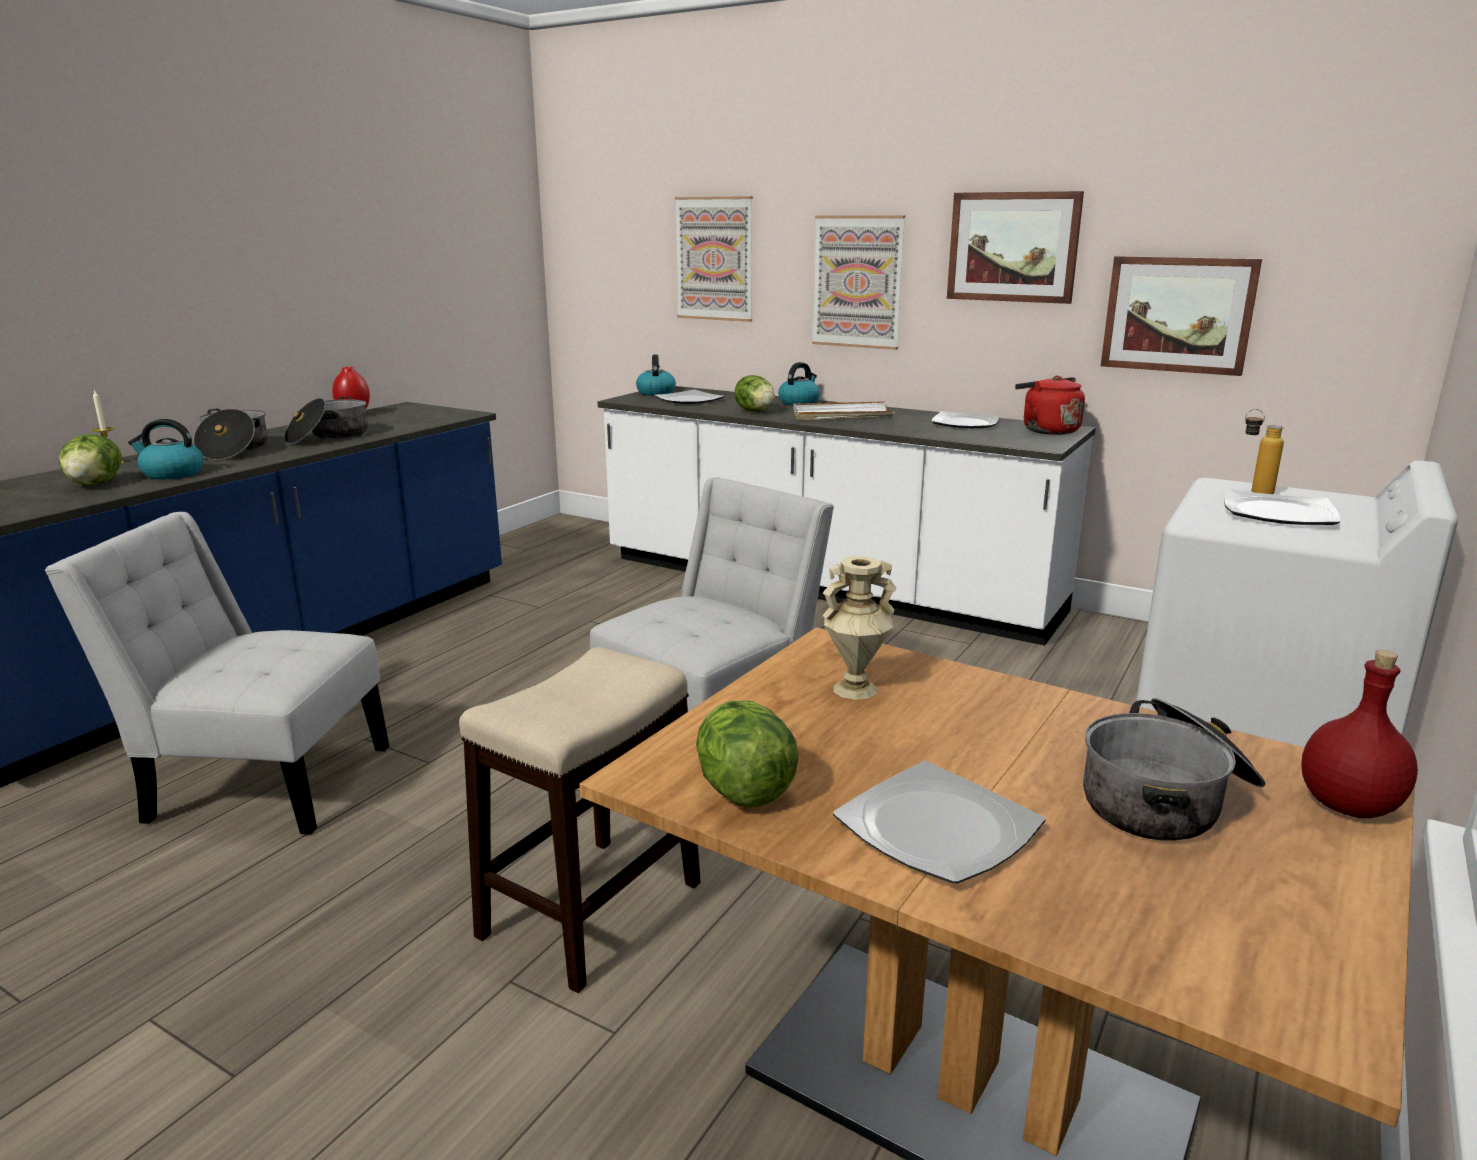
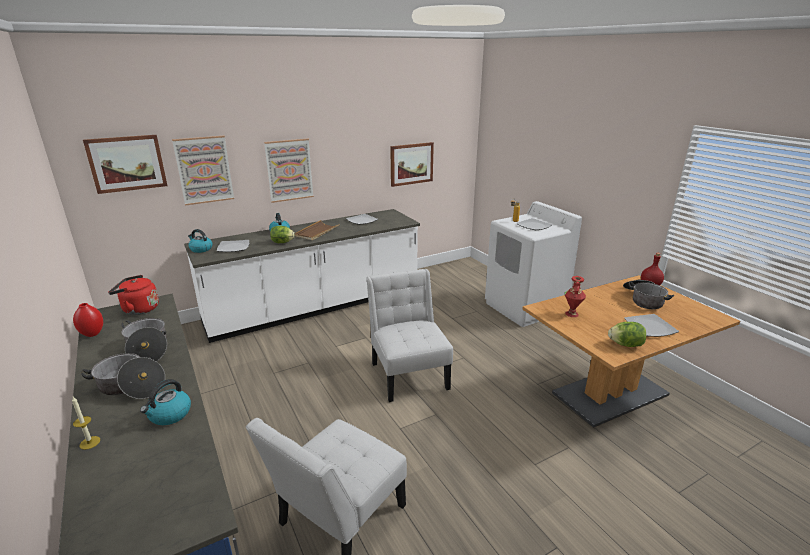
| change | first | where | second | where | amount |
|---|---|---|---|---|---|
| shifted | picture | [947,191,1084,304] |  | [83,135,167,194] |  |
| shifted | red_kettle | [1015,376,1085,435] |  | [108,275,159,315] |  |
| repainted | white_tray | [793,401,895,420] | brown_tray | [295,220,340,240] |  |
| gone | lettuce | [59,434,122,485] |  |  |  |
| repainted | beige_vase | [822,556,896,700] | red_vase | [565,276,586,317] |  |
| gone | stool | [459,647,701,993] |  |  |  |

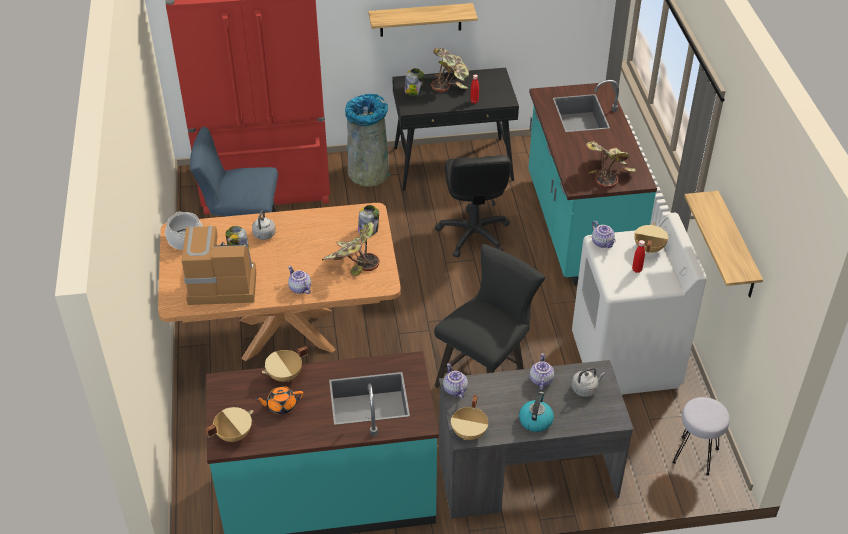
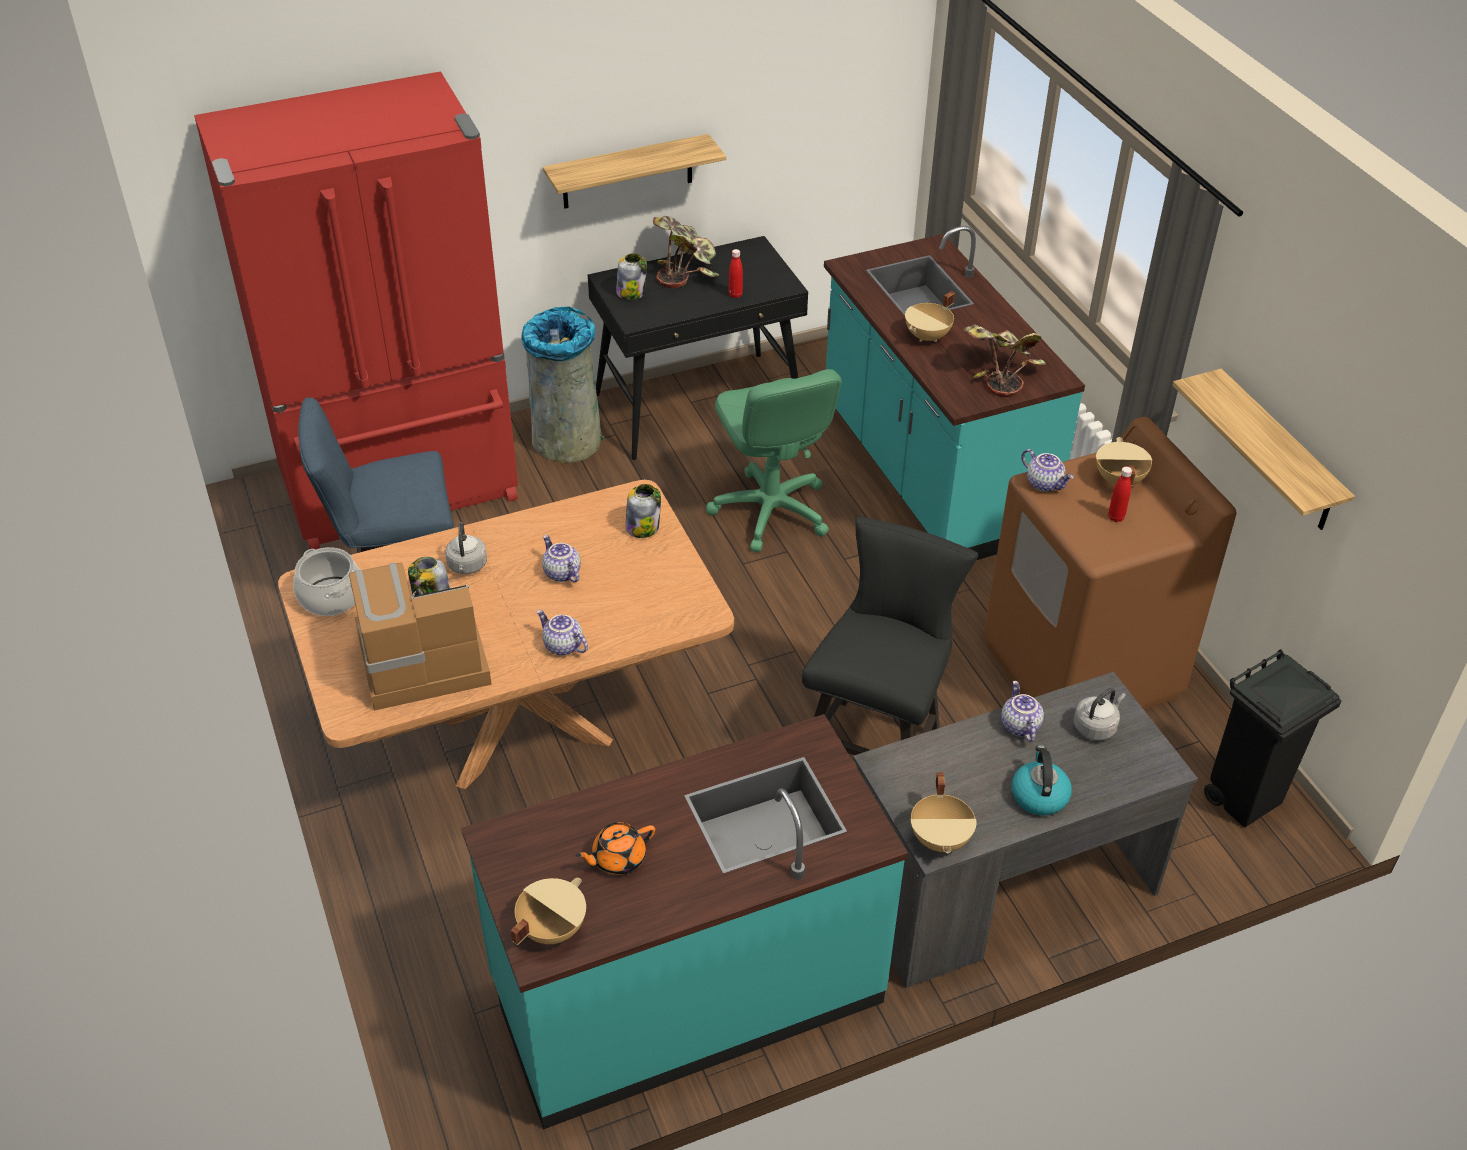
| change | first | where | second | where | amount |
|---|---|---|---|---|---|
| repainted | black_office_chair | [435,155,511,257] | green_office_chair | [706,369,842,552] |  |
| repainted | white_washing_machine | [572,213,707,395] | brown_washing_machine | [984,417,1237,709] |  |
| gone | potted_plant | [322,222,380,276] |  |  |  |
| shifted | beige_cooking_pot | [262,346,308,382] |  | [905,291,955,342] |  |
| shifted | teapot | [443,363,468,399] |  | [542,535,581,583] |  |
| swapped | grey_stool | [672,397,730,476] | black_trash_can | [1204,649,1342,827] |  |

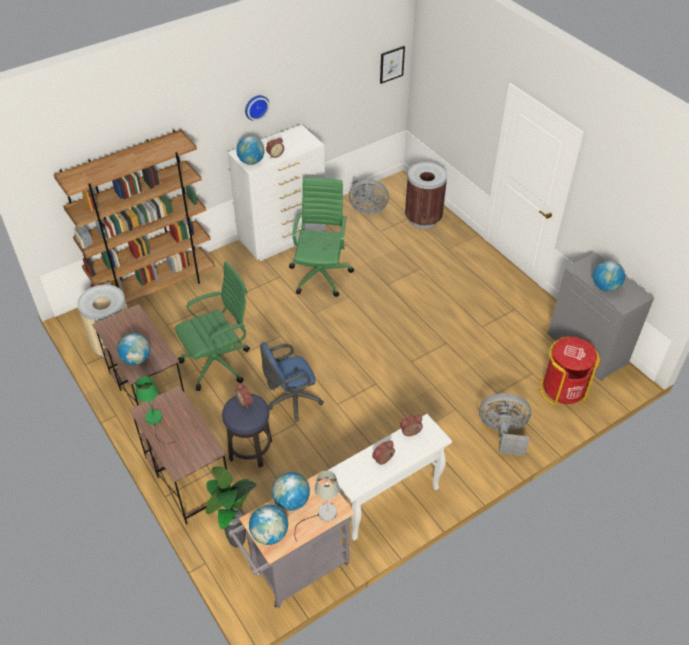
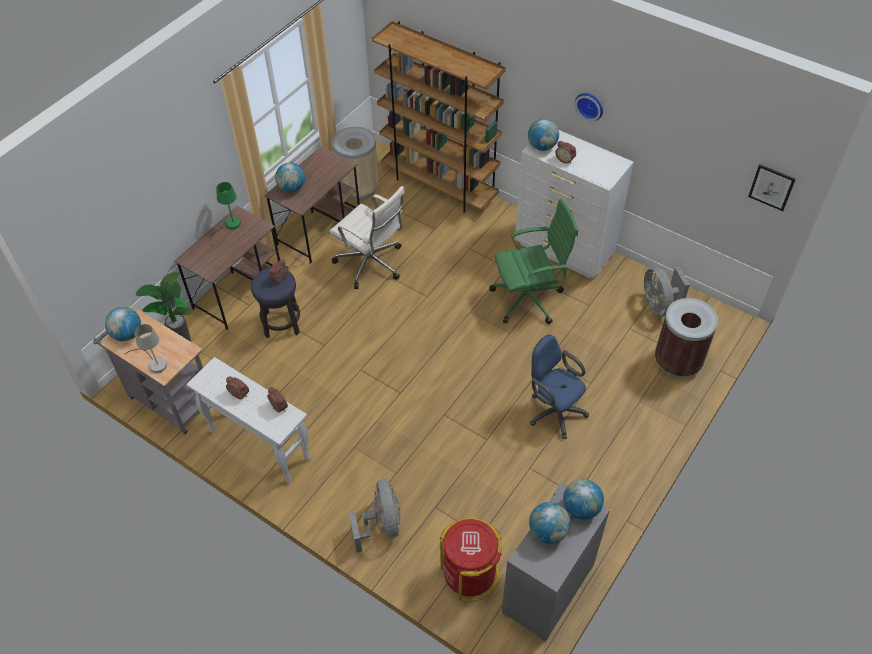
| change | first | where | second | where | amount |
|---|---|---|---|---|---|
| repainted | green_office_chair | [175,261,250,391] | white_office_chair | [330,186,405,289] |  |
| shifted | blue_office_chair | [260,342,324,422] |  | [530,335,589,439] |  |
| shifted | globe | [272,472,310,511] |  | [563,479,604,520] |  |

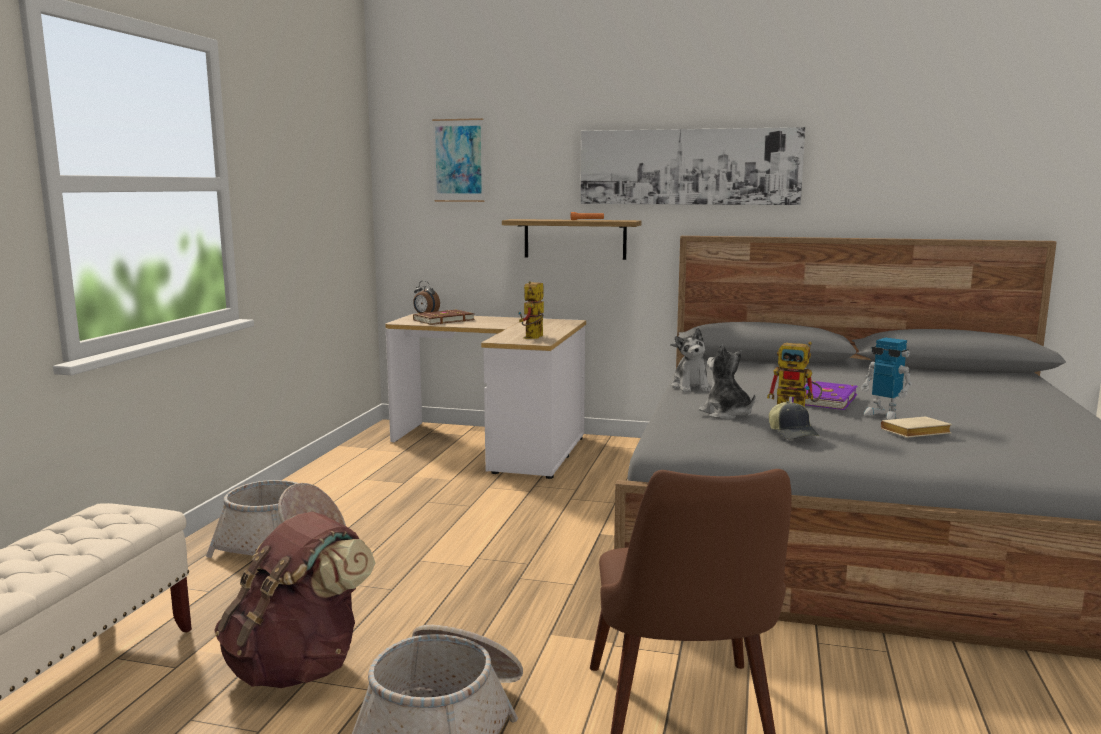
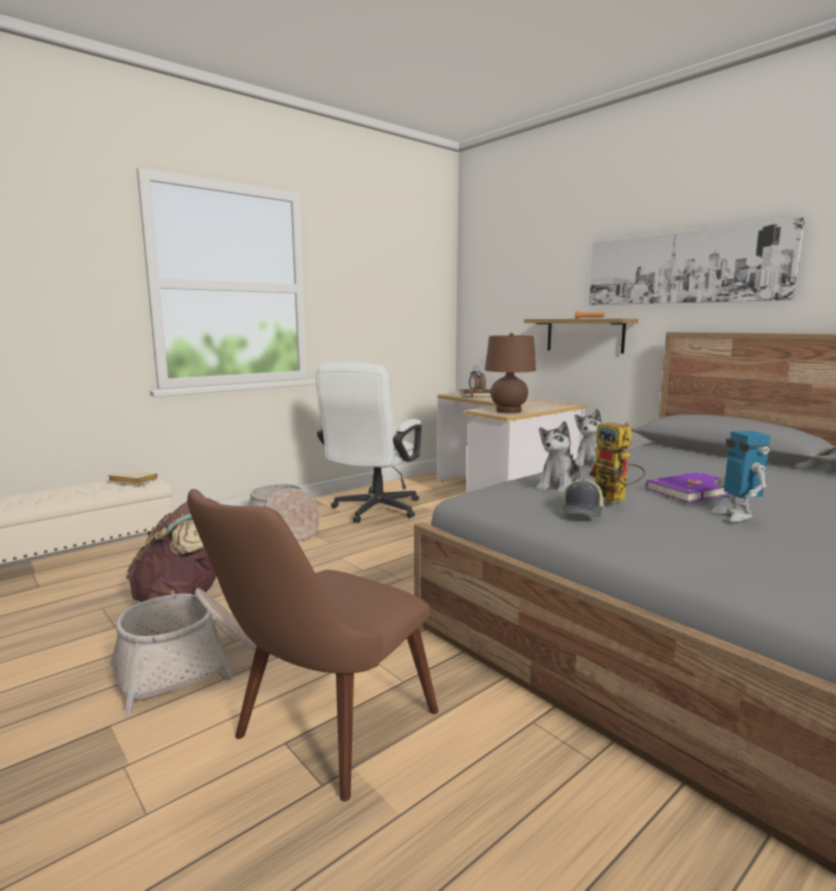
| change | first | where | second | where | amount |
|---|---|---|---|---|---|
| gone | picture | [432,118,485,202] |  |  |  |
| swapped | toy_robot | [518,281,544,339] | brown_table_lamp | [485,333,536,413] |  |
| rotated | plush_toy | [699,344,755,419] |  | [537,421,580,492] | 150 degrees counterclockwise |
| shifted | beige_book | [881,416,952,438] |  | [107,470,158,485] |  |
| new |  |  | white_office_chair | [316,362,422,523] |  |

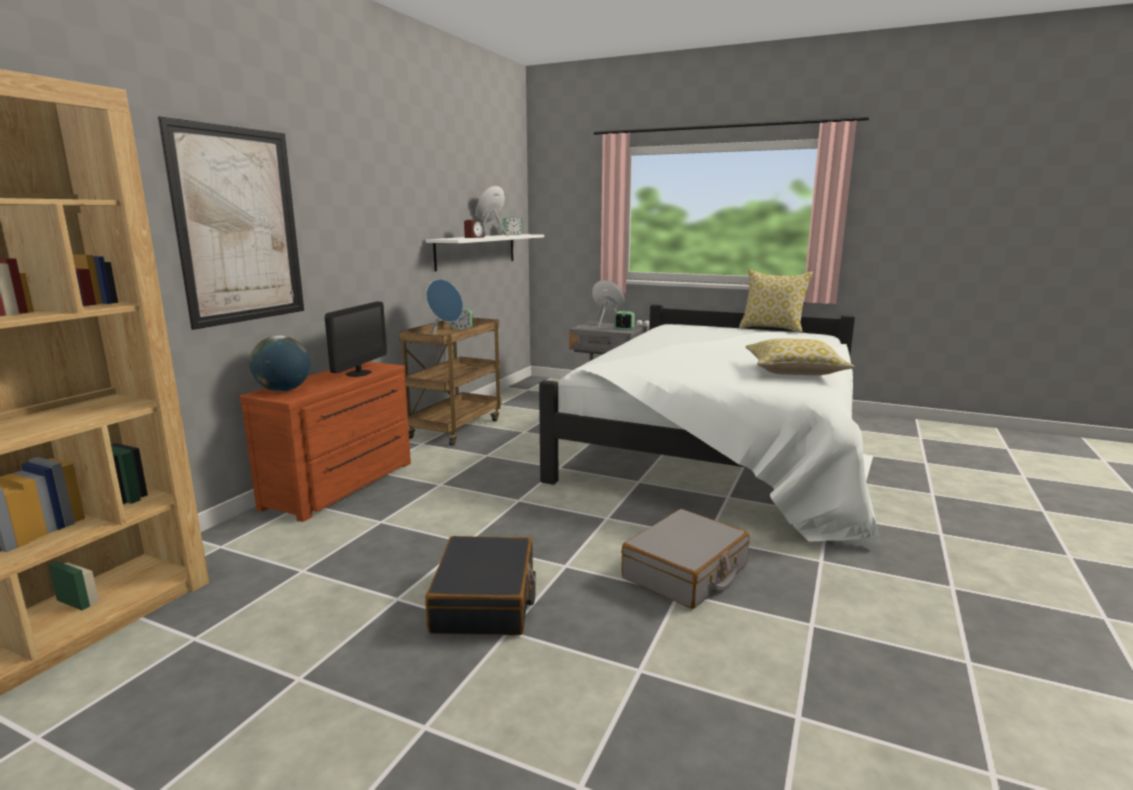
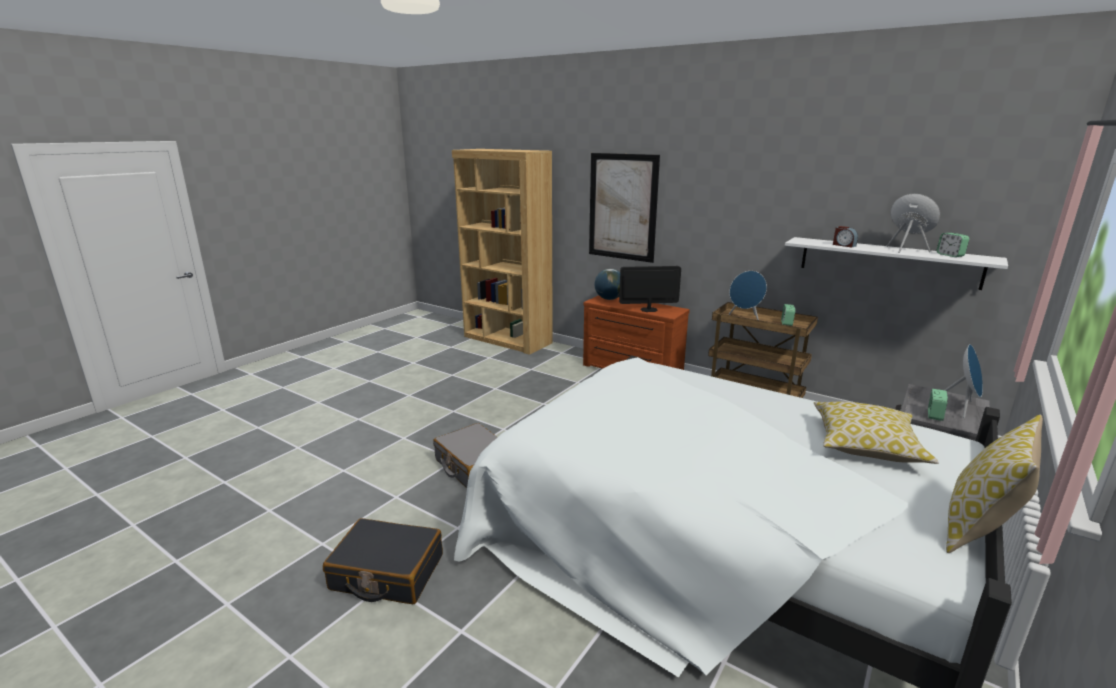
| change | first | where | second | where | amount |
|---|---|---|---|---|---|
| rotated | monitor | [325,302,387,377] |  | [619,266,681,312] | 150 degrees clockwise |
| shifted | pillow | [745,338,855,375] |  | [814,402,939,464] |  |
| shifted | black_suitcase | [425,536,536,636] |  | [323,518,443,604] |  |

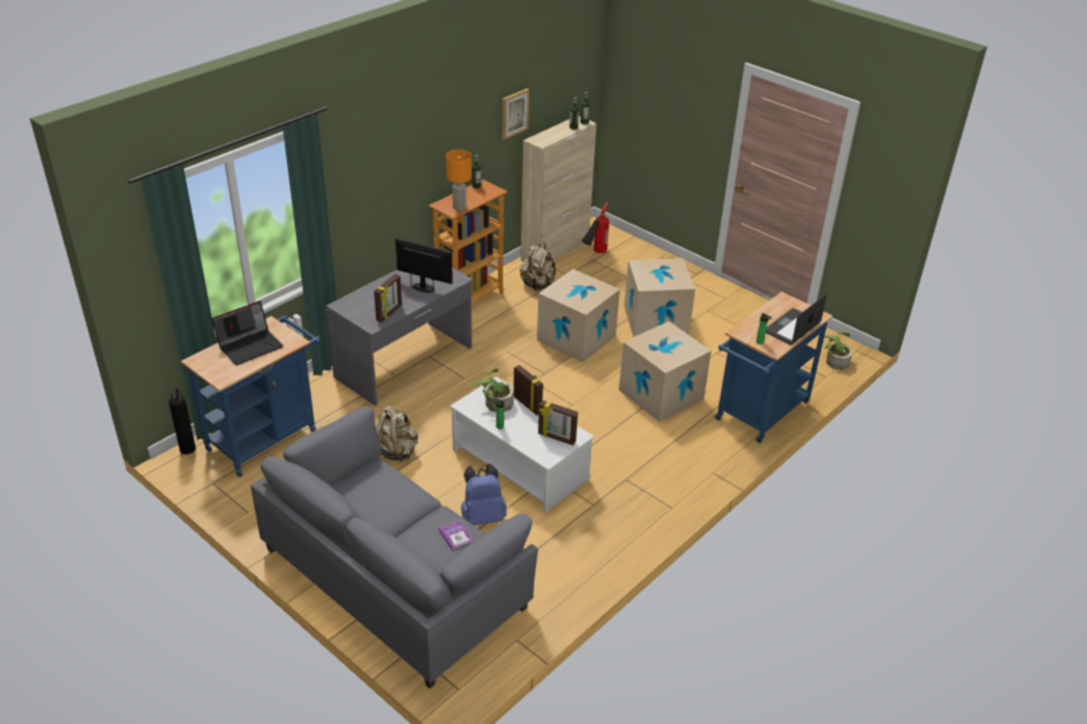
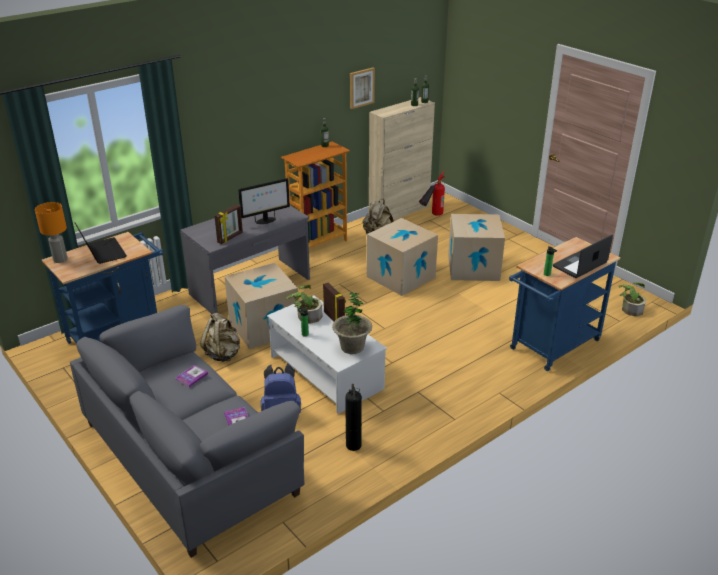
| change | first | where | second | where | amount |
|---|---|---|---|---|---|
| shifted | orange_table_lamp | [446,149,472,211] |  | [35,202,68,263] |  |
| rotated | monitor | [395,238,453,292] |  | [238,178,290,224] | 120 degrees clockwise |
| rotated | laptop | [212,301,283,365] |  | [74,222,127,264] | 90 degrees counterclockwise |
| shifted | cardboard_box | [619,321,711,422] |  | [224,263,298,349] |  |
| shifted | fire_extinguisher | [169,387,196,454] |  | [345,384,362,451] |  |
| swapped | picture_frame | [538,400,578,445] | potted_plant | [332,292,372,354] |  |
| new |  |  | book | [176,365,208,387] |  |

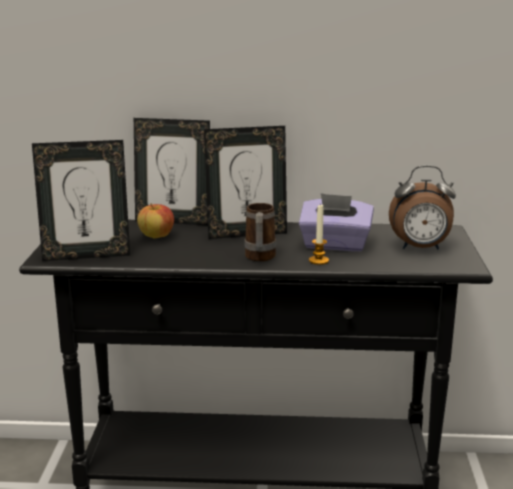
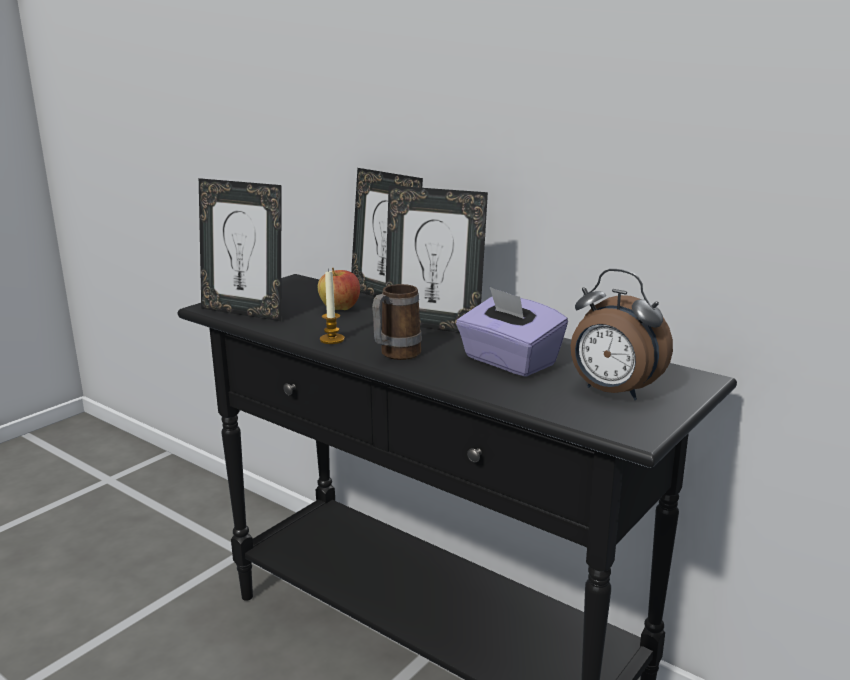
| change | first | where | second | where | amount |
|---|---|---|---|---|---|
| shifted | candle | [309,203,329,265] |  | [320,269,345,344] |  |

